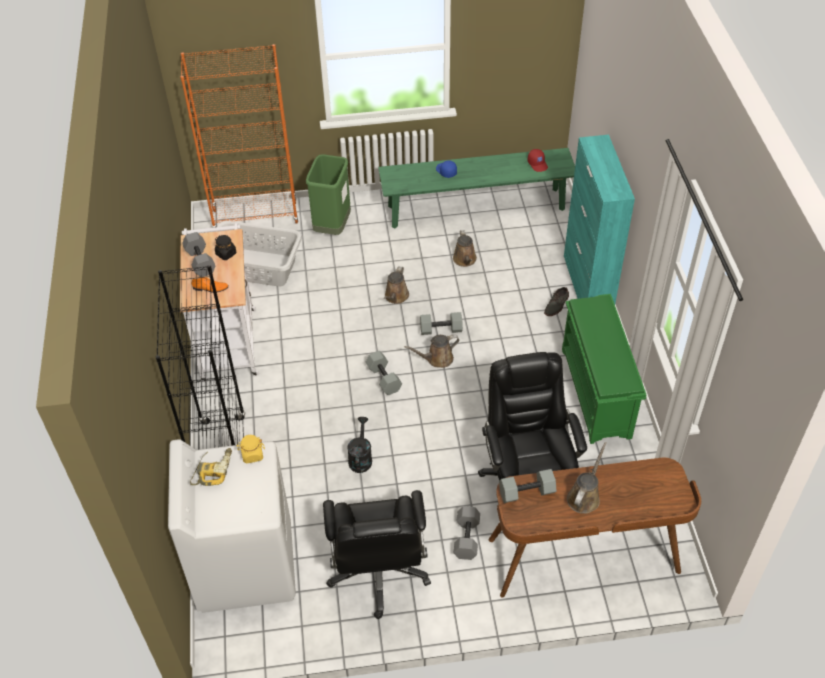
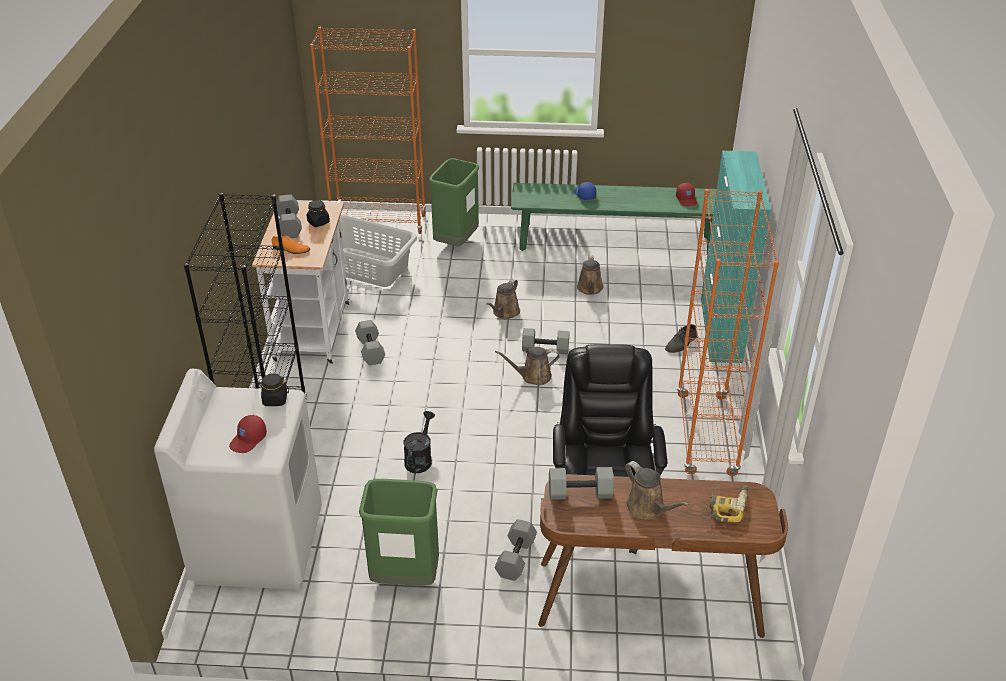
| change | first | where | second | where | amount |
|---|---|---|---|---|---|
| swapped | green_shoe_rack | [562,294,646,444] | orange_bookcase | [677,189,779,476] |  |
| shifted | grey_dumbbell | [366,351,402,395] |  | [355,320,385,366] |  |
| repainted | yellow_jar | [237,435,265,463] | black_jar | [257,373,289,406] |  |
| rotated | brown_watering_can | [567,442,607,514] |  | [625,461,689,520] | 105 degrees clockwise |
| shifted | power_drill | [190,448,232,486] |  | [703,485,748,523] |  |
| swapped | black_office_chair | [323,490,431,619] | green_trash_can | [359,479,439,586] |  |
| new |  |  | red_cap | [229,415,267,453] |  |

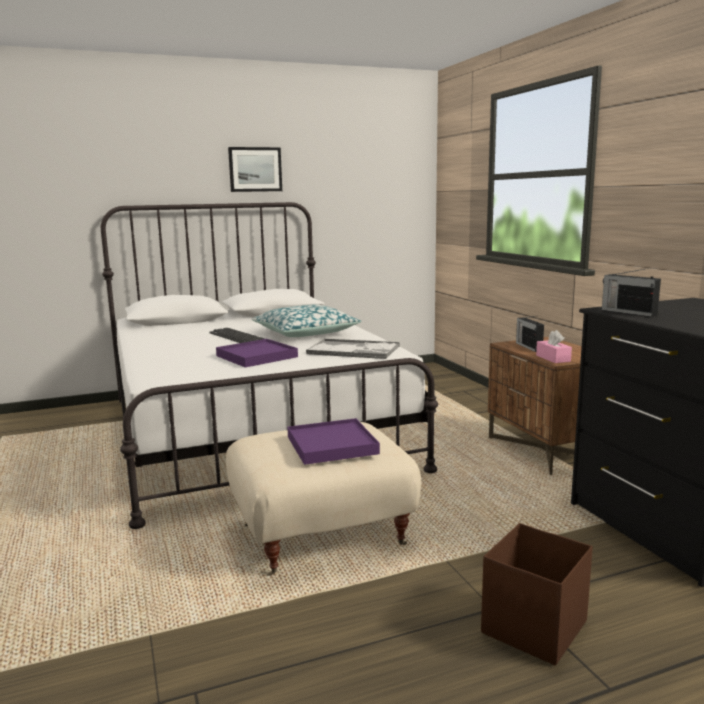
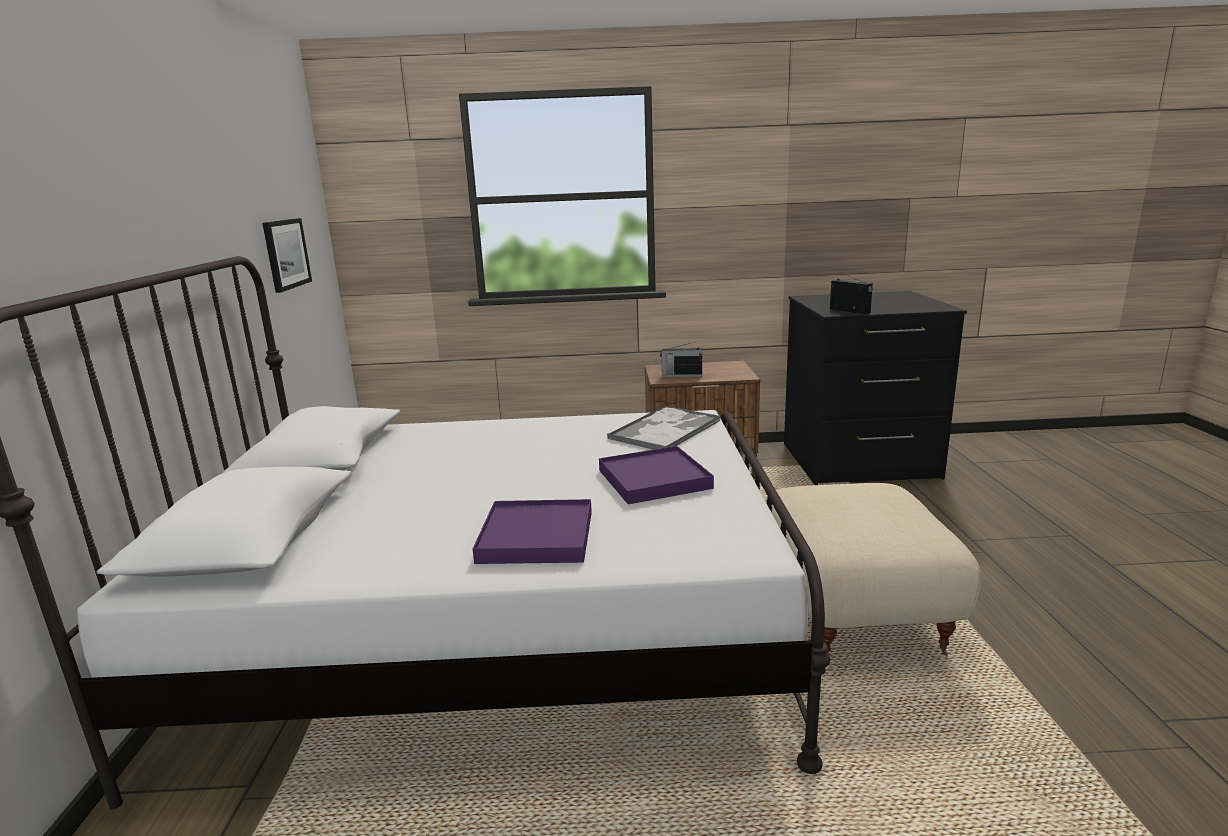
| change | first | where | second | where | amount |
|---|---|---|---|---|---|
| shifted | picture | [228,147,282,192] |  | [262,218,312,293] |  |
| rotated | radio | [602,268,661,317] |  | [830,272,873,314] | 105 degrees counterclockwise |
| gone | pillow | [251,304,361,337] |  |  |  |
| gone | keyboard | [209,328,265,343] |  |  |  |
| gone | pink_tissue_box | [536,330,572,363] |  |  |  |
| shifted | purple_tray | [287,418,380,465] |  | [473,499,592,564] |  |
| gone | brown_storage_box | [481,523,593,665] |  |  |  |

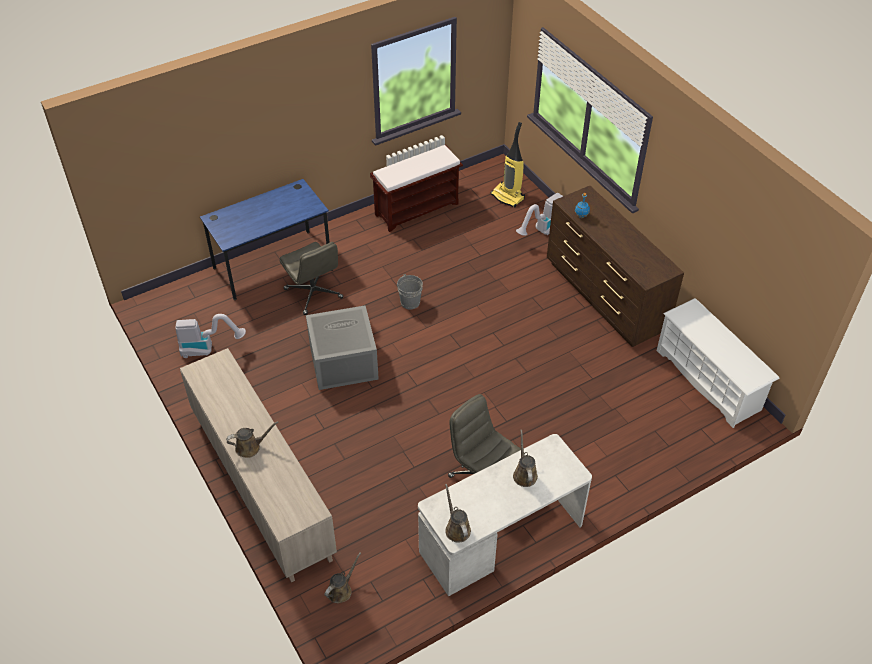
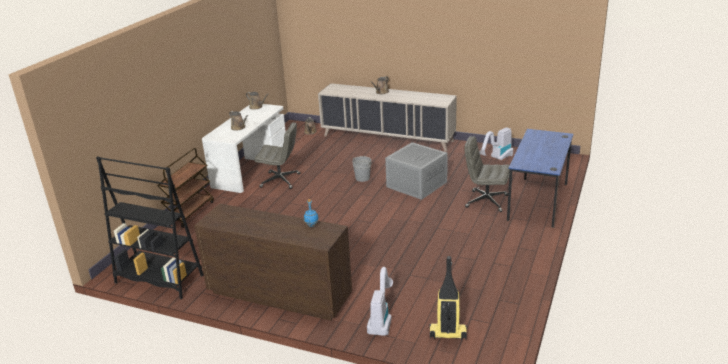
| change | first | where | second | where | amount |
|---|---|---|---|---|---|
| gone | brown_bench | [370,145,463,232] |  |  |  |
| shifted | grey_bucket | [397,274,423,310] |  | [352,156,371,182] |  |
| swapped | white_shoe_rack | [656,298,780,428] | black_bookcase | [96,156,204,299] |  |
| new |  |  | brown_cart | [157,148,214,228] |  |

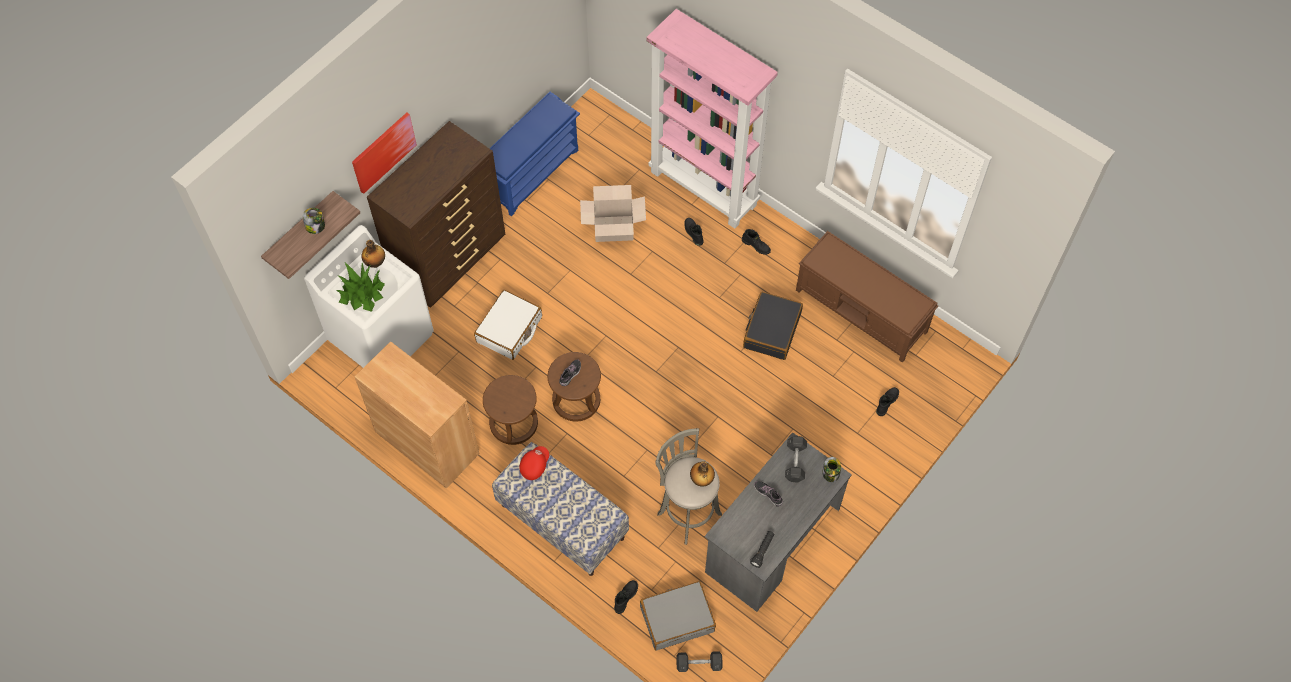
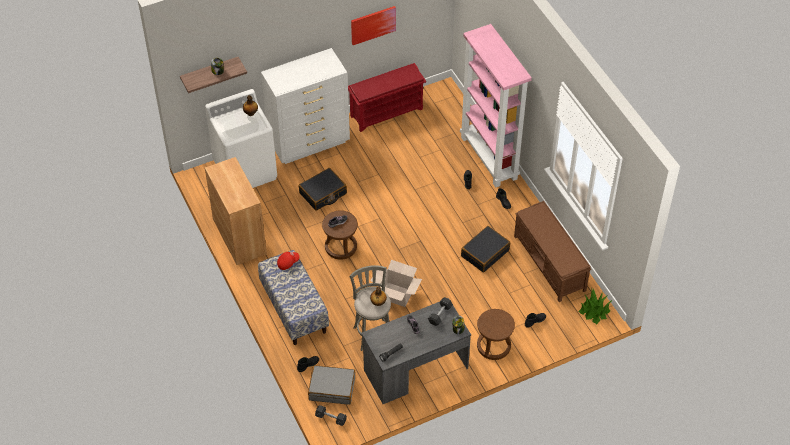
| change | first | where | second | where | amount |
|---|---|---|---|---|---|
| repainted | blue_shoe_rack | [489,92,580,216] | red_shoe_rack | [348,63,426,132] |  |
| shifted | picture | [352,113,417,194] |  | [351,6,396,45] |  |
| repainted | brown_dresser | [367,121,505,308] | white_dresser | [261,48,350,164] |  |
| shifted | cardboard_box | [580,185,646,242] |  | [371,260,422,307] |  |
| shifted | potted_plant | [336,262,385,312] |  | [578,289,612,325] |  |
| repainted | white_suitcase | [474,290,542,360] | black_suitcase | [299,168,347,211] |  |
| shifted | brown_stool | [483,375,538,445] |  | [477,309,515,360] |  |

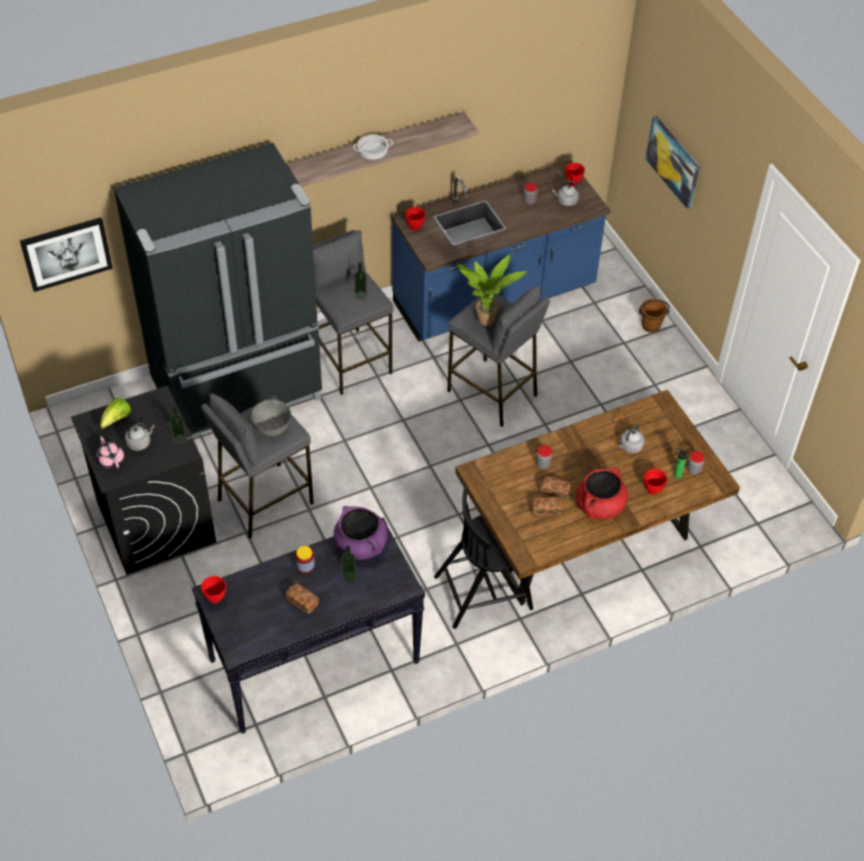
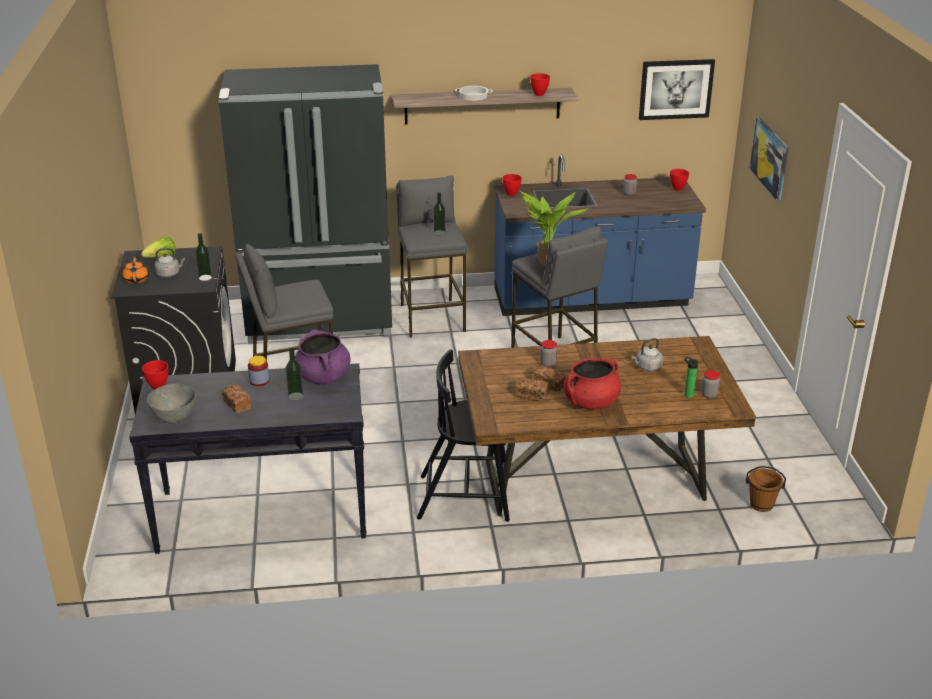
| change | first | where | second | where | amount |
|---|---|---|---|---|---|
| gone | grey_kettle | [552,181,579,206] |  |  |  |
| shifted | picture | [20,217,113,292] |  | [639,59,715,120] |  |
| shifted | brown_bucket | [639,299,670,333] |  | [746,466,786,512] |  |
| shifted | grey_bowl | [251,399,291,436] |  | [147,384,196,423] |  |
| repainted | pink_teapot | [97,434,124,468] | orange_teapot | [122,256,149,284] |  |
| shifted | red_bowl | [644,469,667,495] |  | [530,73,550,96] |  |

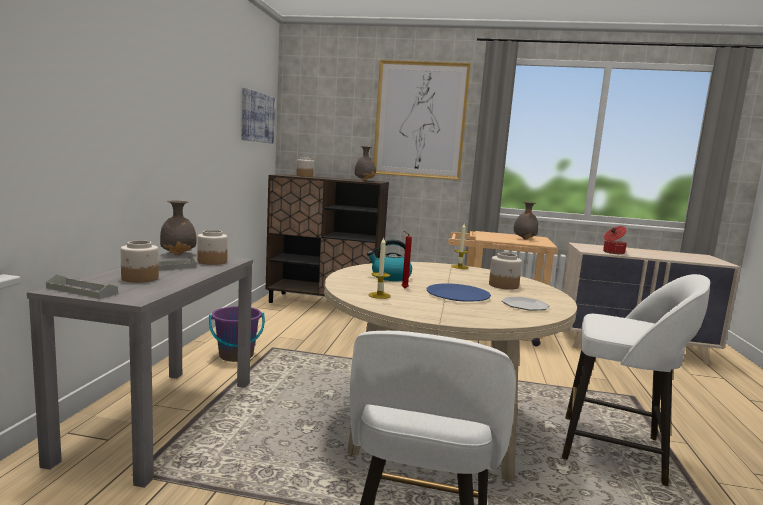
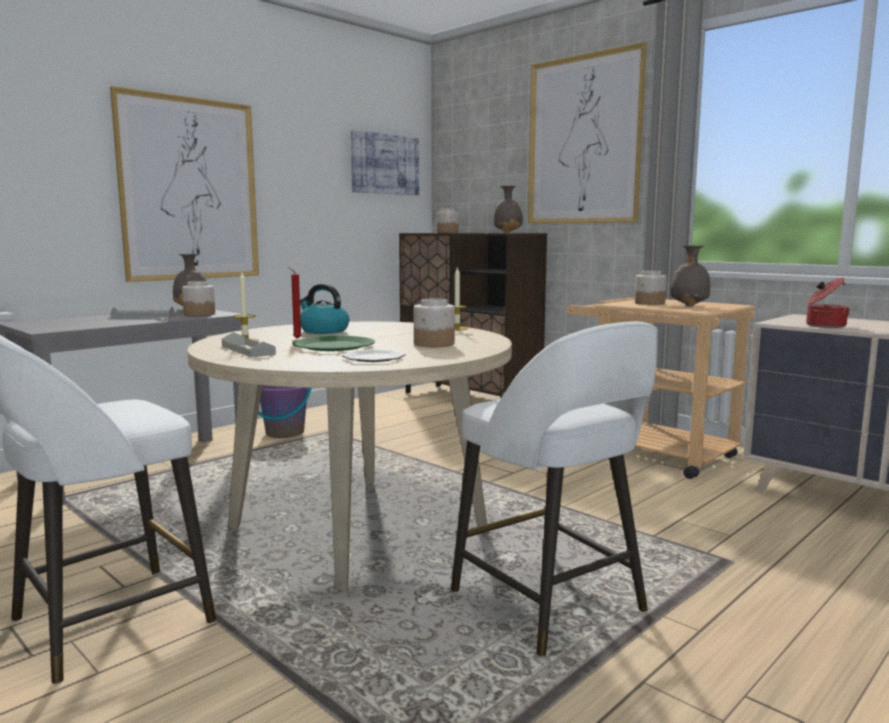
| change | first | where | second | where | amount |
|---|---|---|---|---|---|
| shifted | jar | [120,240,159,283] |  | [635,271,667,305] |  |
| shifted | grey_tray | [46,275,118,299] |  | [222,332,276,358] |  |
| repainted | blue_plate | [426,284,491,301] | green_plate | [292,336,375,351] |  |
| new |  |  | picture | [110,86,259,282] |  |

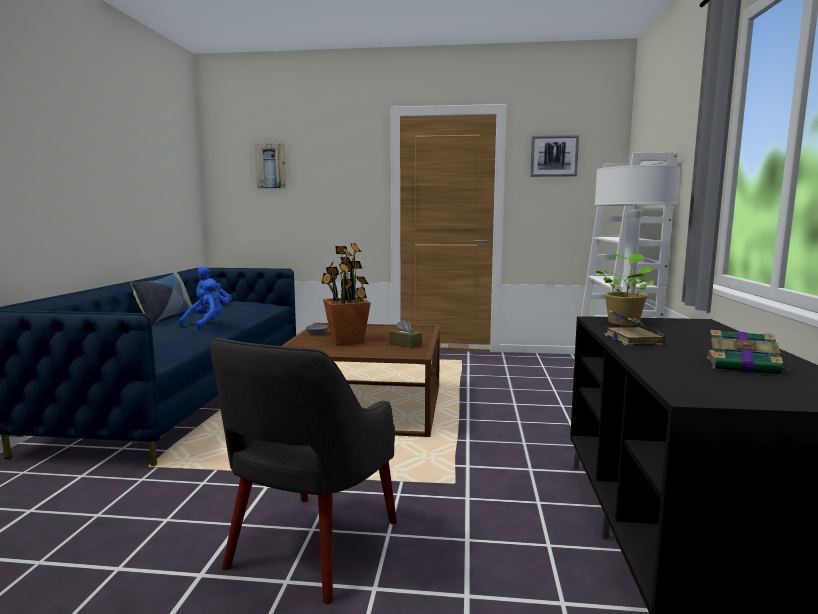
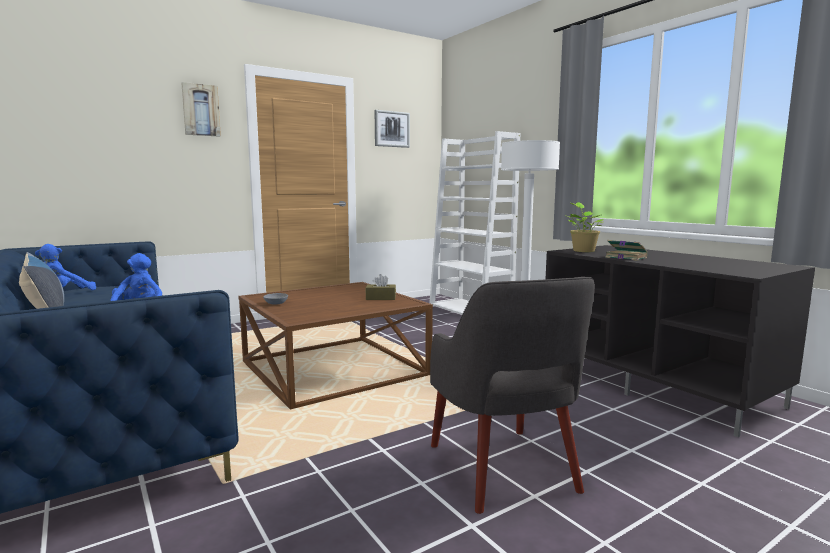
| change | first | where | second | where | amount |
|---|---|---|---|---|---|
| shifted | picture | [255,144,286,188] |  | [181,82,221,137] |  |
| gone | potted_plant | [321,243,371,345] |  |  |  |
| gone | book | [707,330,794,375] |  |  |  |

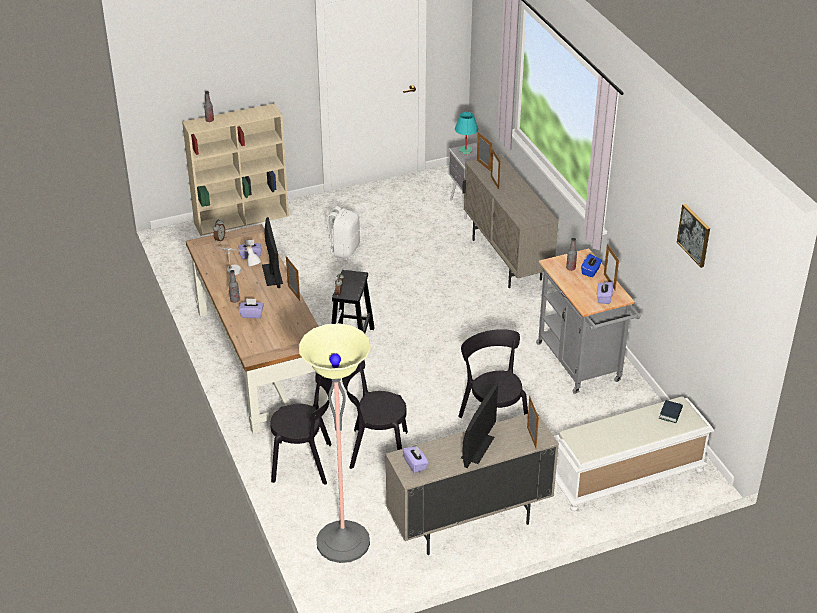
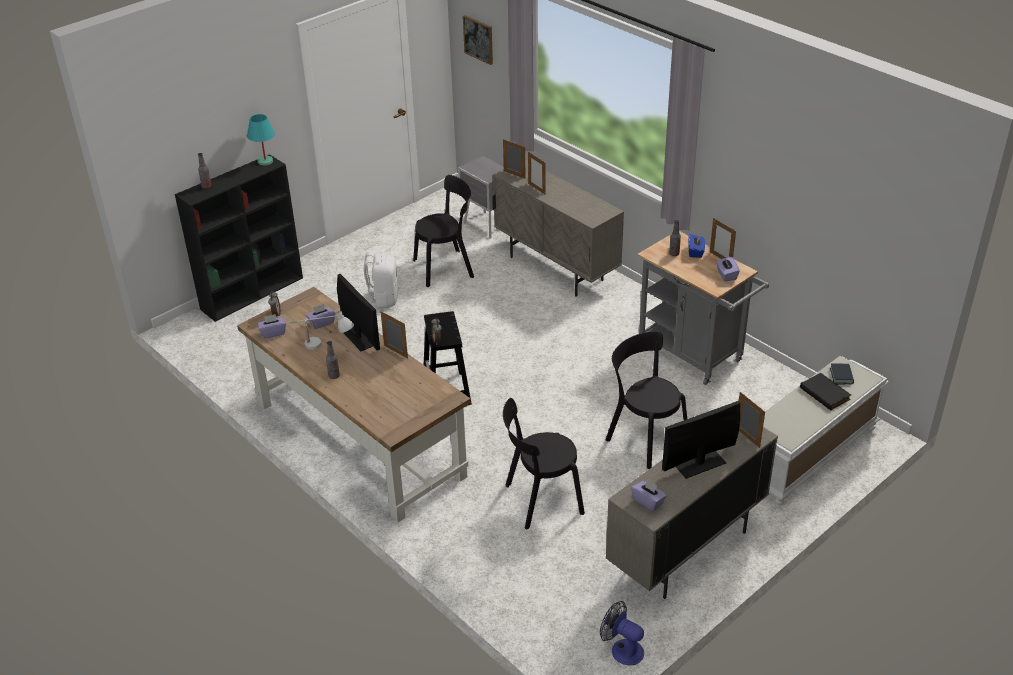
| change | first | where | second | where | amount |
|---|---|---|---|---|---|
| repainted | beige_bookcase | [182,103,289,236] | black_bookcase | [175,154,303,322] |  |
| shifted | turquoise_table_lamp | [455,112,478,155] |  | [247,114,275,166] |  |
| shifted | picture | [677,204,710,268] |  | [463,15,493,65] |  |
| shifted | purple_tissue_box | [238,298,264,318] |  | [258,314,286,339] |  |
| gone | floor_lamp | [299,323,371,563] |  |  |  |
| shifted | black_chair | [270,372,332,484] |  | [413,175,474,287] |  |
| rotated | monitor | [461,385,498,468] |  | [662,401,740,479] | 120 degrees counterclockwise |
| new |  |  | black_book | [800,373,851,410] |  |
| new |  |  | fan | [600,601,644,665] |  |

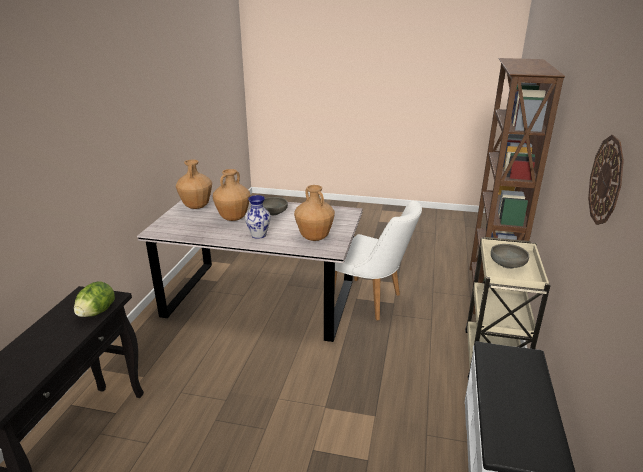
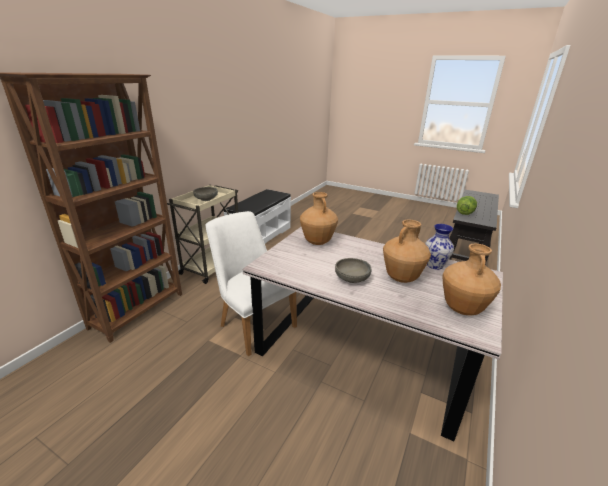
| change | first | where | second | where | amount |
|---|---|---|---|---|---|
| gone | wall_clock | [588,135,624,225] |  |  |  |
| shifted | vase | [245,195,271,239] |  | [425,224,454,270] |  |

